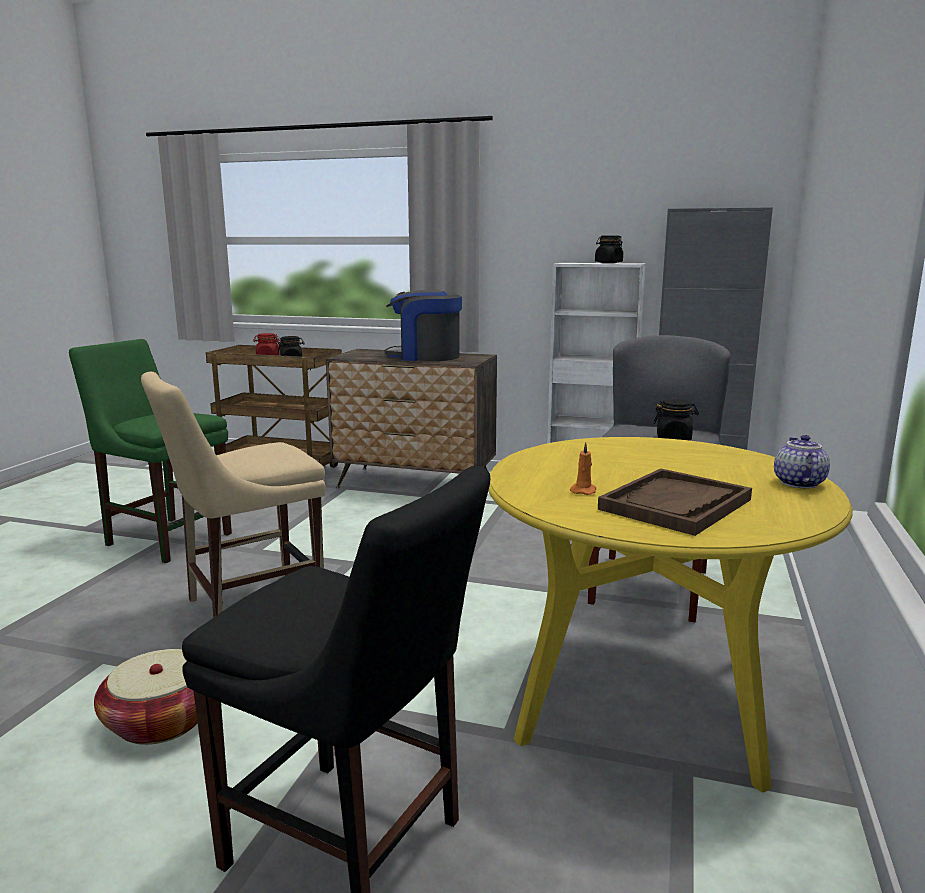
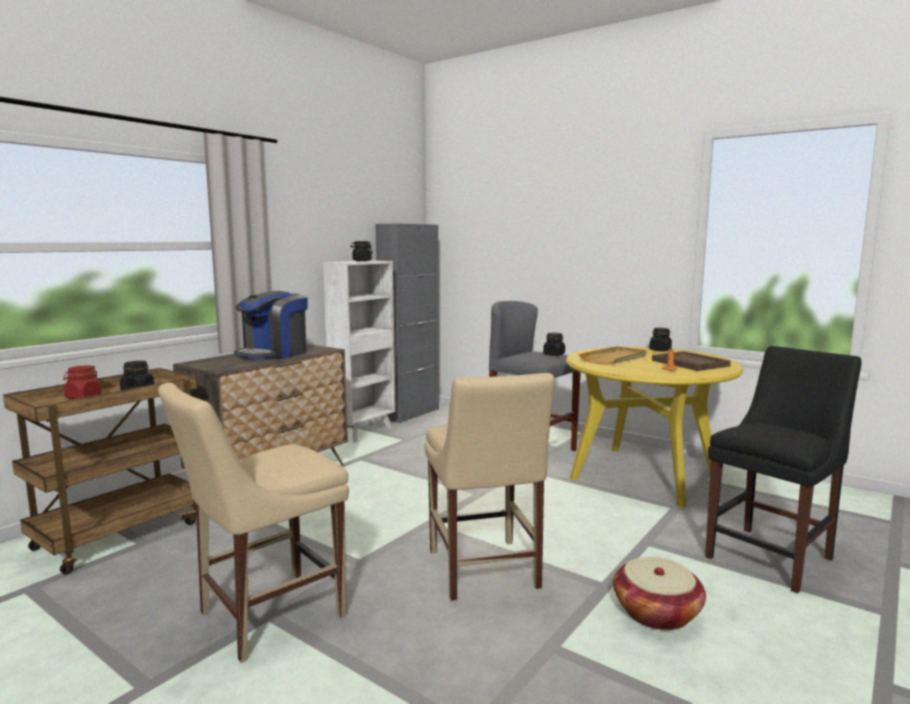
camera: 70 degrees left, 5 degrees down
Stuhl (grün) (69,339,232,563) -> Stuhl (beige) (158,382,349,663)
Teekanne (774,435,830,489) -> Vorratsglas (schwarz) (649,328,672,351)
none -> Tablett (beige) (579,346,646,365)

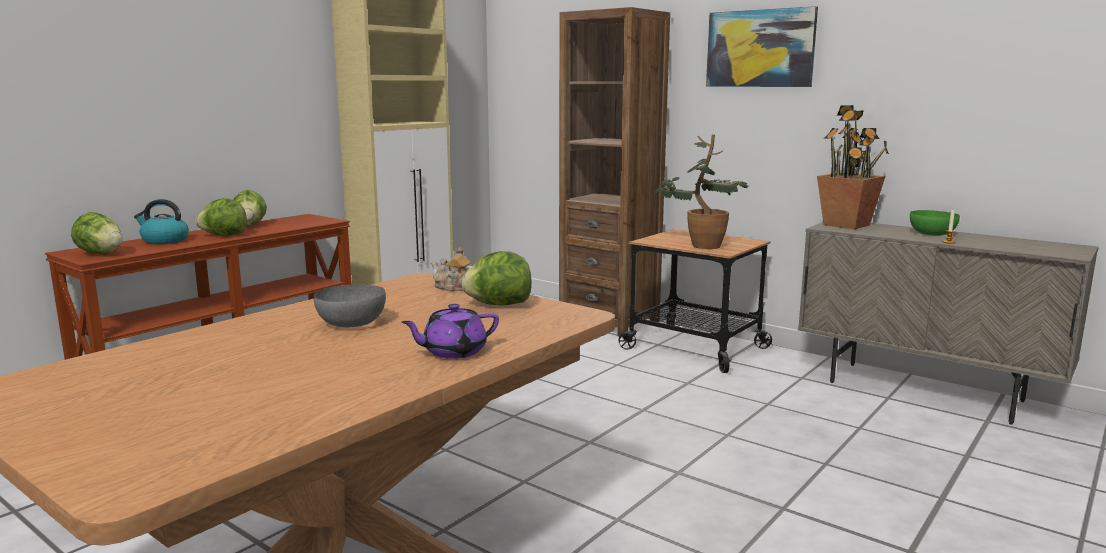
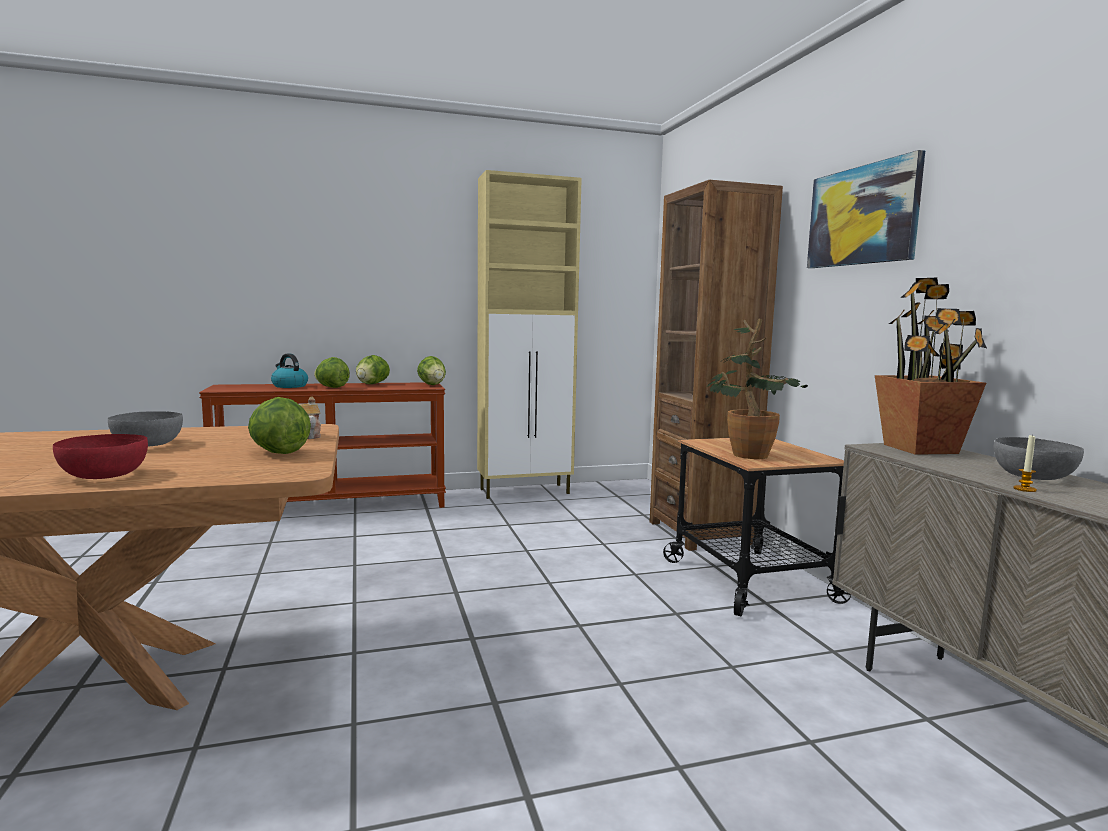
camera: 35 degrees right, 5 degrees down
Salatkopf (71,212,123,255) -> Salatkopf (417,356,446,385), move
Teekanne (lila) (401,304,499,359) -> Schüssel (rot) (53,434,148,479)
Schüssel (grün) (910,210,960,236) -> Schüssel (grau) (994,437,1084,480)

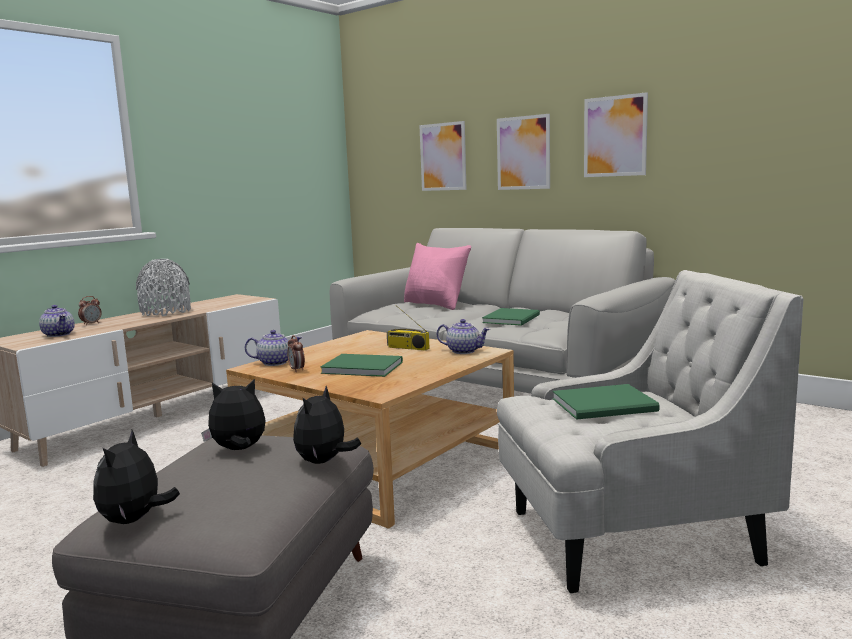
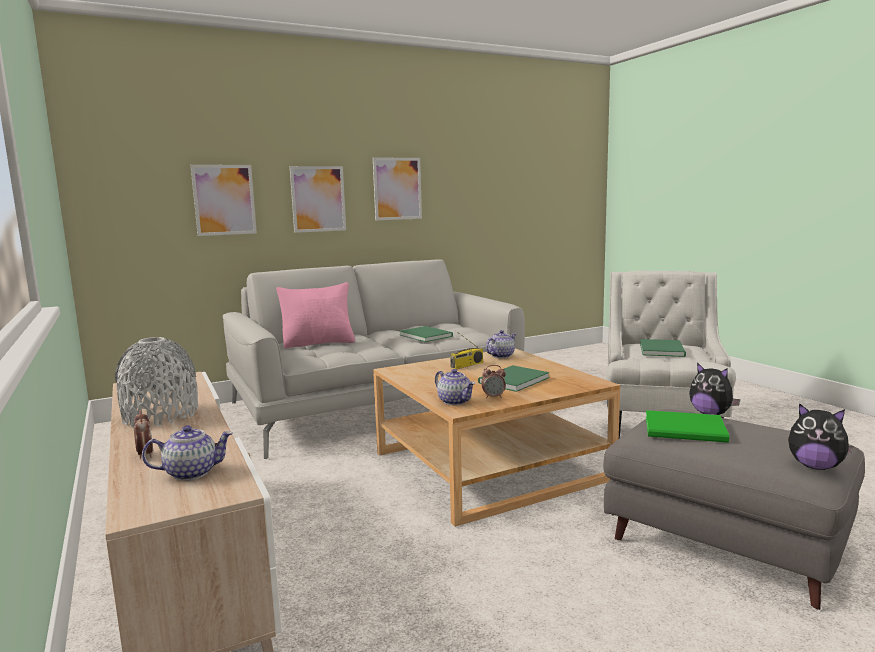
camera: 65 degrees left, 0 degrees up
Plüschtier (201,379,266,450) -> Buch (grün) (646,410,729,443)
Teekanne (245,330,303,366) -> Teekanne (435,369,475,405), 120 degrees clockwise

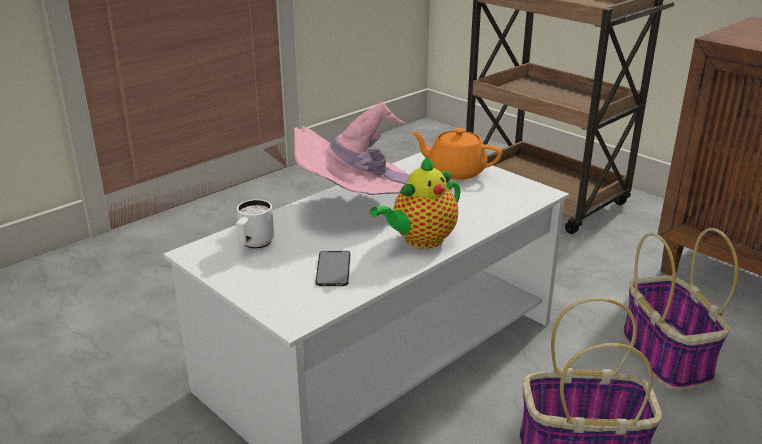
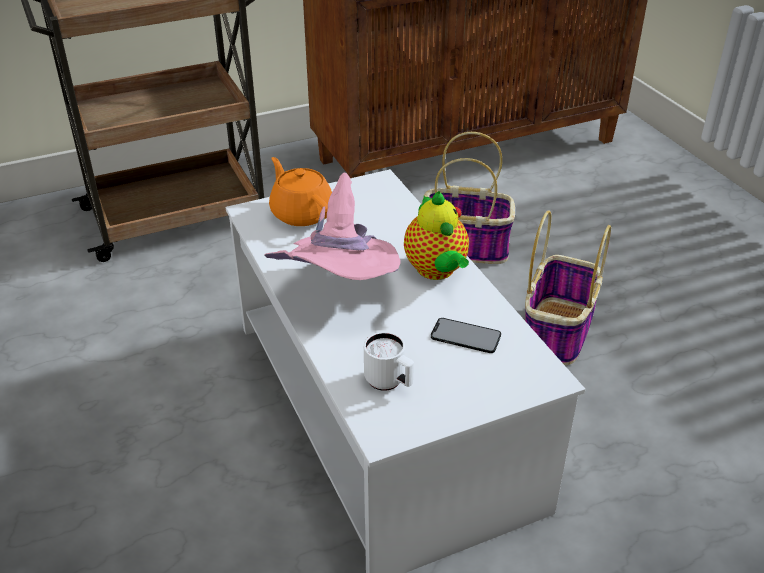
camera: 70 degrees left, 10 degrees up
Teekanne (orange) (411,128,502,180) -> Teekanne (orange) (269,157,332,226), 105 degrees clockwise

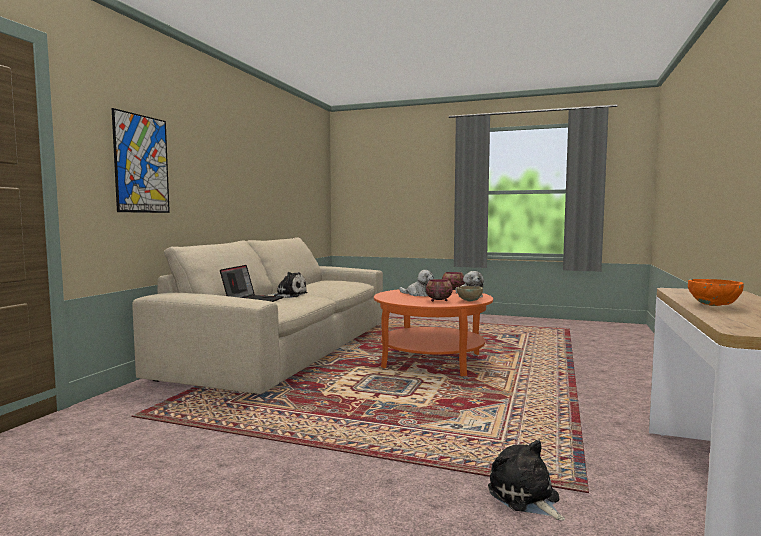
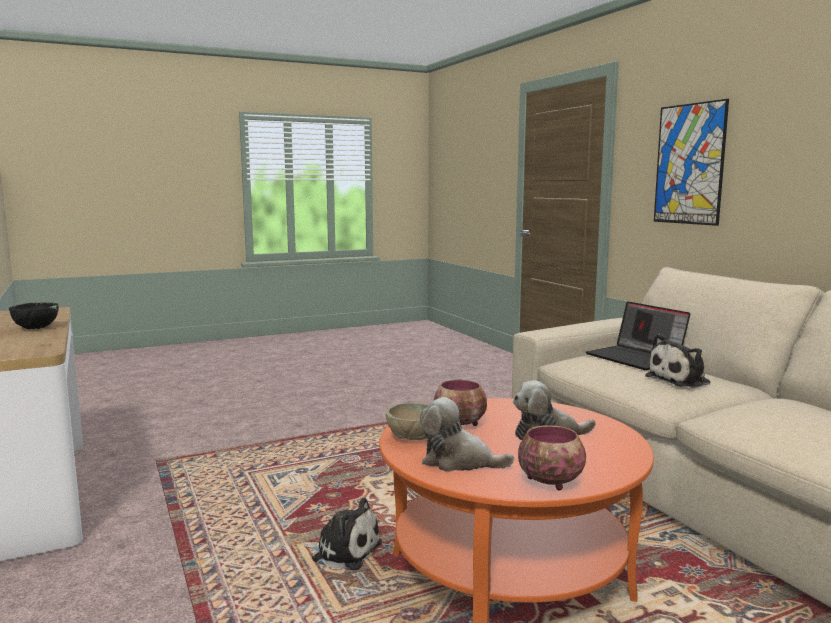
camera: 135 degrees right, 5 degrees up
Plüschtier (488,440,565,520) -> Plüschtier (301,498,382,570), move
Schüssel (orange) (688,279,744,306) -> Schüssel (schwarz) (9,303,59,329)

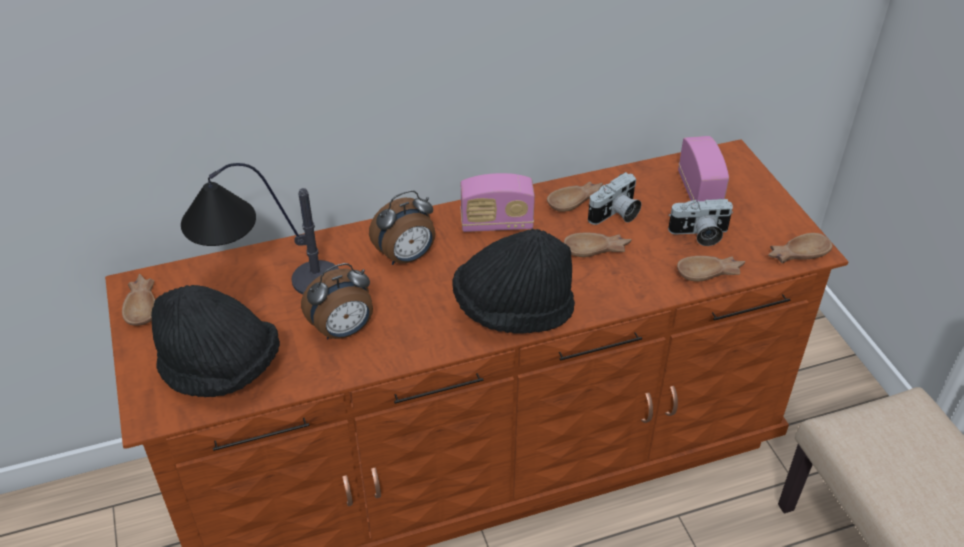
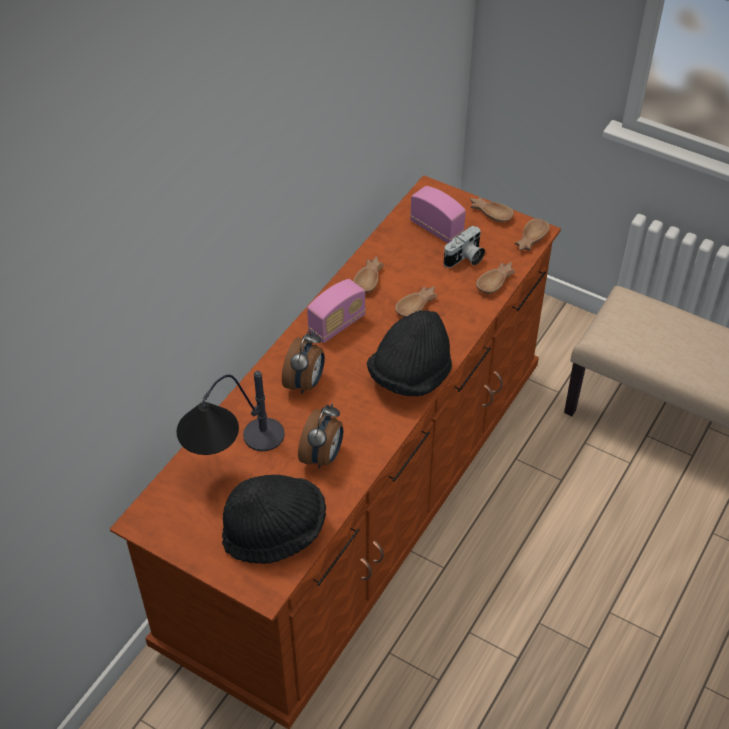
camera: 40 degrees left, 5 degrees up
Schüssel (braun) (122,274,155,326) -> Schüssel (braun) (470,197,514,222), move
Kamera (588,172,641,225) -> none

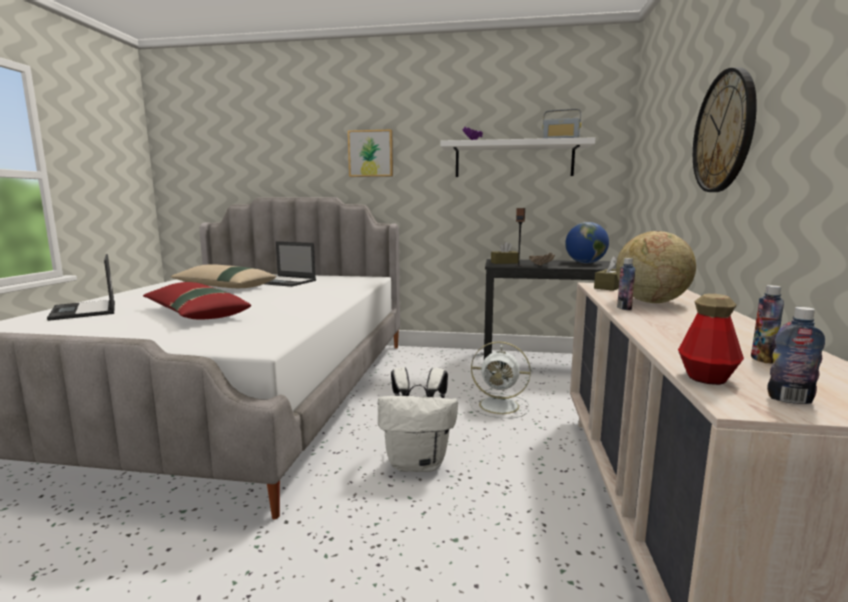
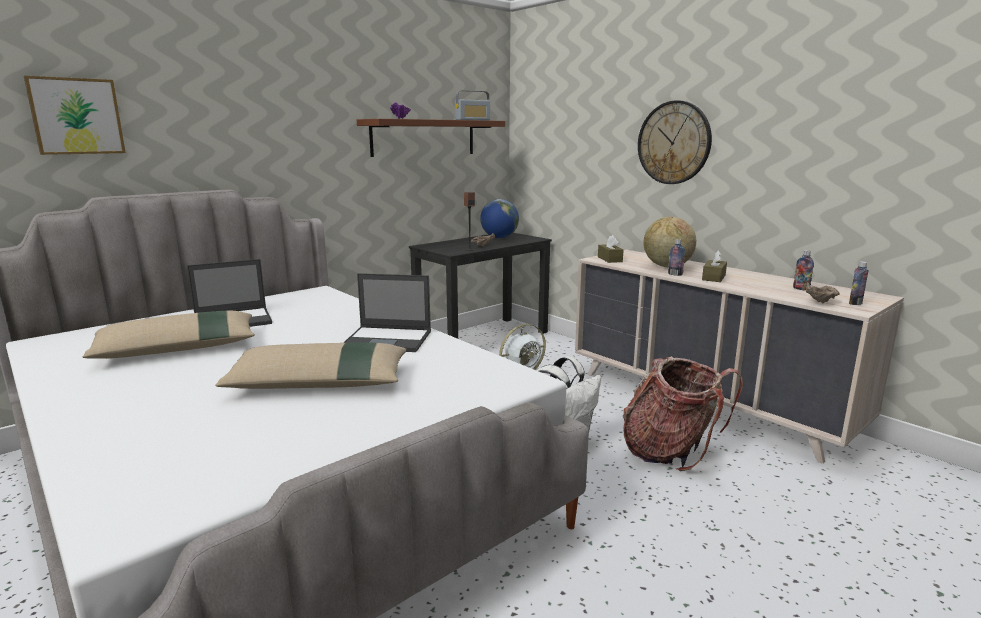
camera: 50 degrees left, 5 degrees up
Laptop (47,254,115,321) -> Laptop (343,273,431,352), move
Kissen (rot) (143,282,251,320) -> Kissen (beige) (215,343,406,389)
Bild (348,130,393,177) -> Bild (24,76,126,155), move
Wandregal (weiß) (441,137,595,177) -> Wandregal (braun) (357,119,505,157)
Taschentuchbox (braun) (491,242,519,264) -> Taschentuchbox (braun) (702,250,727,282), move
Flasche (678,294,744,385) -> Schüssel (beige) (804,282,840,303)
none -> Rucksack (623,356,743,471)

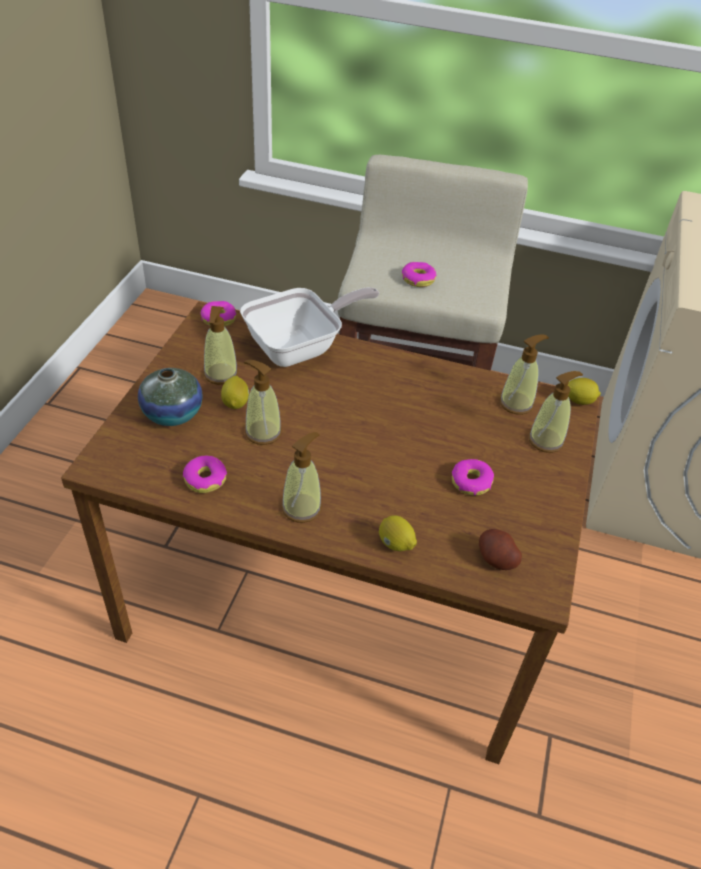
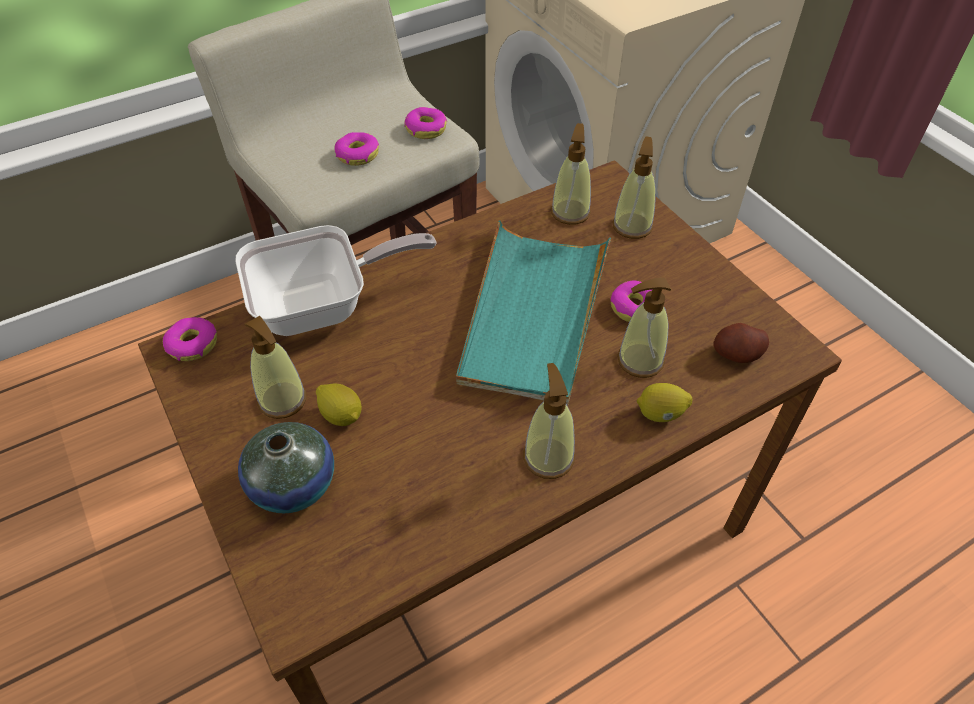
camera: 45 degrees left, 5 degrees up
Donut (183,455,227,493) -> Donut (404,107,447,139), move
Pfanne (240,287,379,367) -> Pfanne (235,225,437,336), 60 degrees clockwise
Seifenspender (244,360,282,445) -> Seifenspender (617,278,671,378), move
Zitrone (568,378,601,405) -> none
none -> Tablett (türkis) (456,220,611,405)

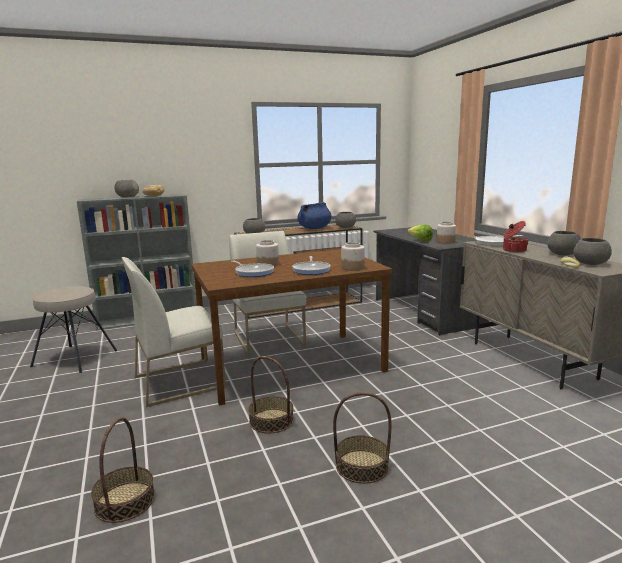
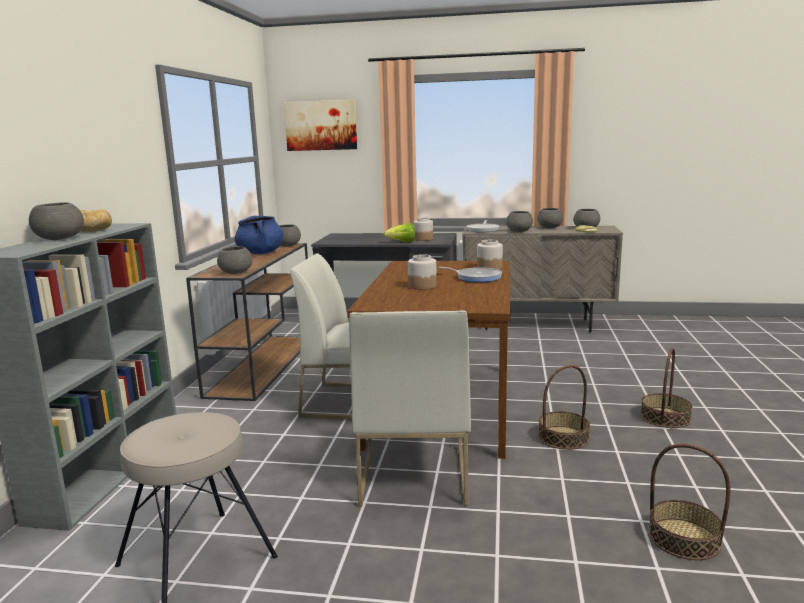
camera: 60 degrees left, 0 degrees up
Pfanne (231,261,274,277) -> none
Kochtopf (503,221,529,253) -> Schüssel (grau) (506,211,533,232)
none -> Bild (284,100,357,151)

